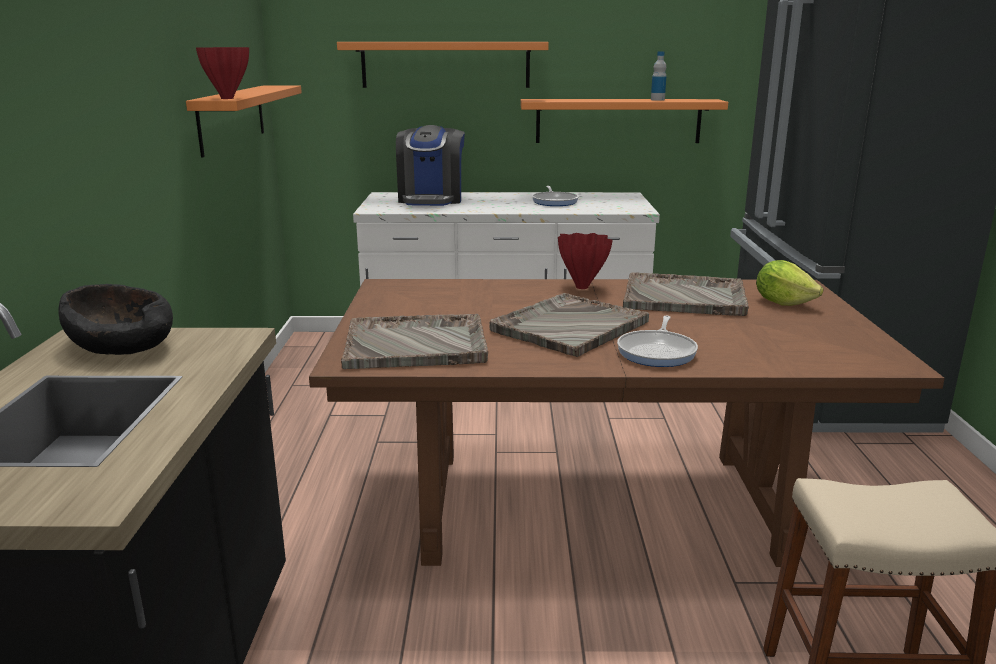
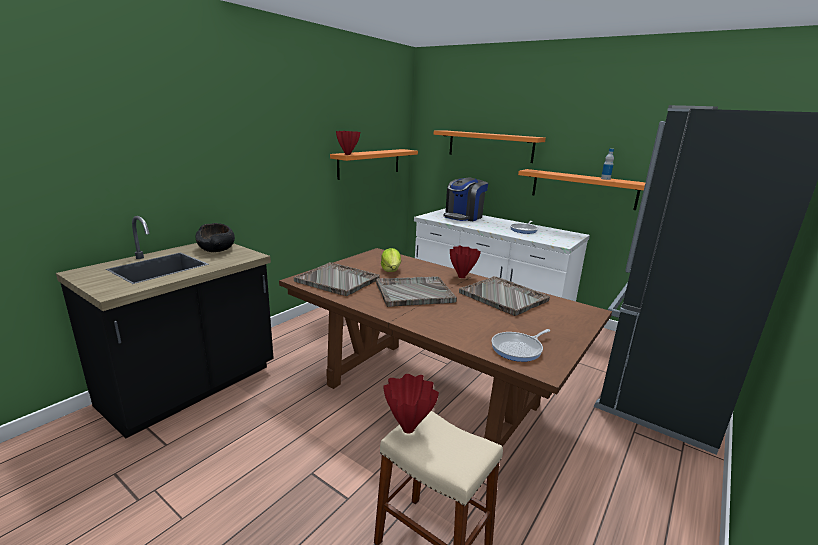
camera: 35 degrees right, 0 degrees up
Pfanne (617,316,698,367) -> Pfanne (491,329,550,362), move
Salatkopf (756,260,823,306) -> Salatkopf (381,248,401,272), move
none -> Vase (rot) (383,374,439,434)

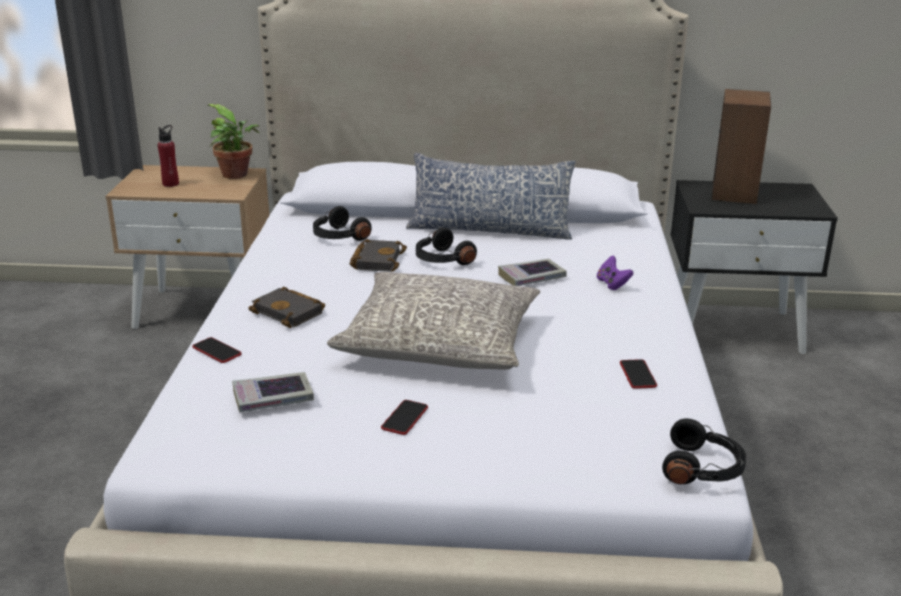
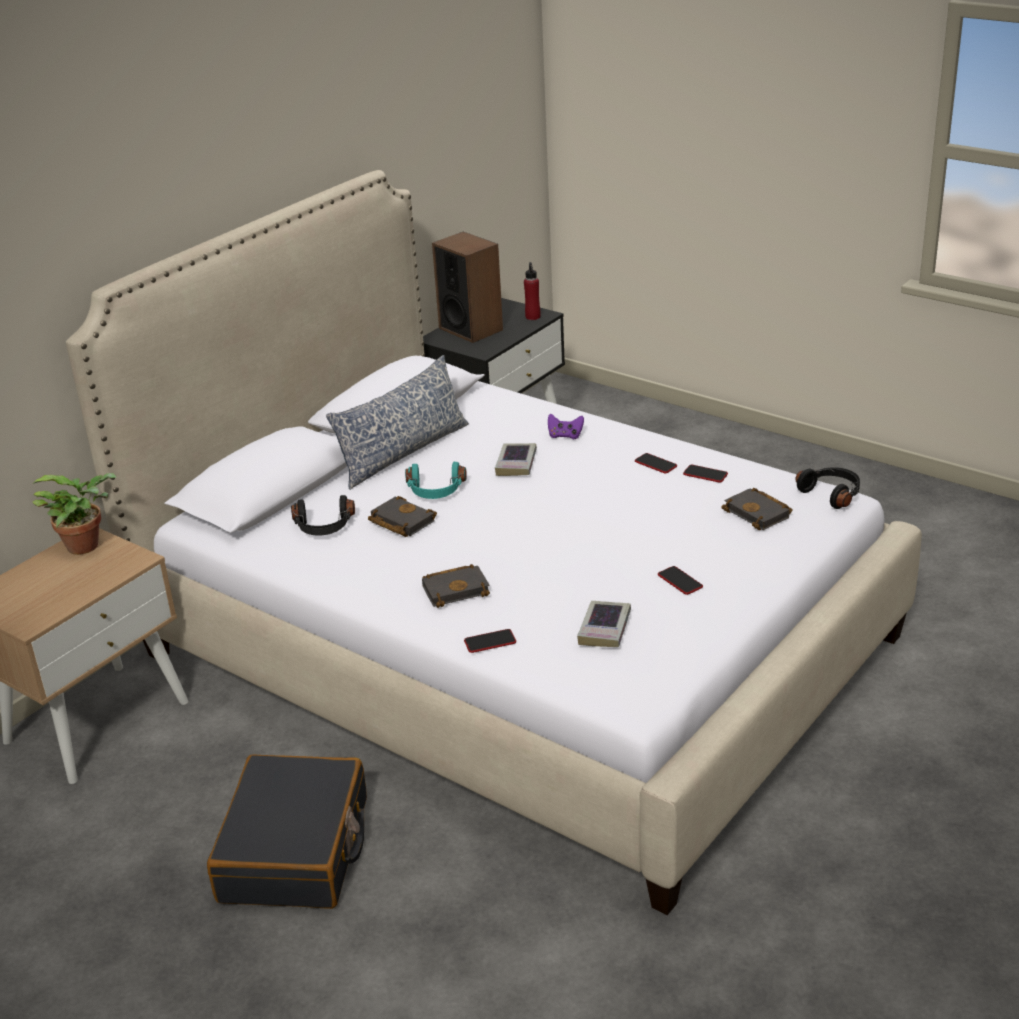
camera: 55 degrees left, 5 degrees up
Flasche (rot) (158,125,179,187) -> Flasche (rot) (524,262,540,320), move
Kissen (grau) (327,272,540,370) -> none
Kopfhörer (schwarz) (416,227,477,265) -> Kopfhörer (türkis) (405,462,467,499)
none -> Koffer (schwarz) (207,754,367,909)
none -> Handy (635,453,677,474)
none -> Buch (schwarz) (721,488,792,530)

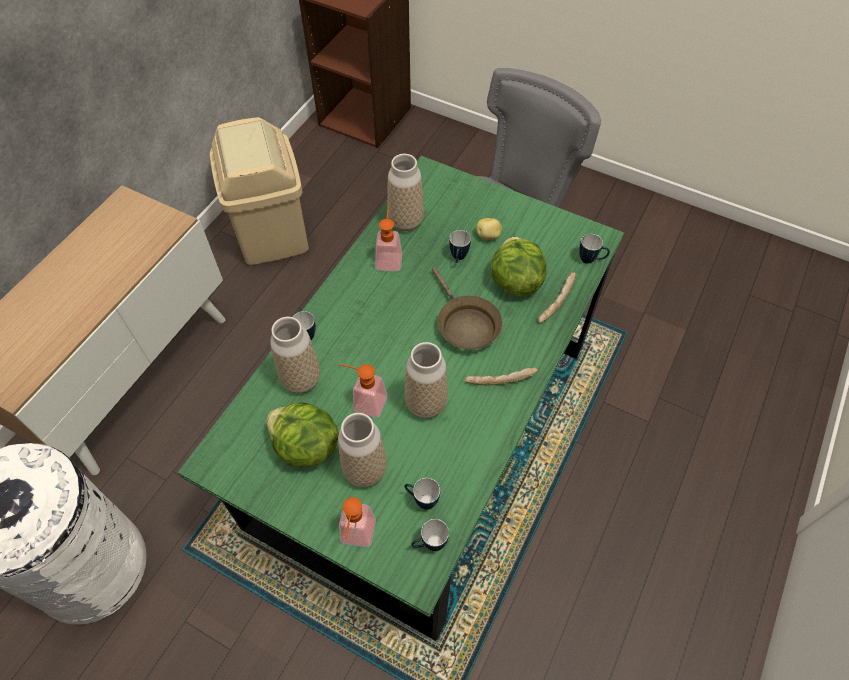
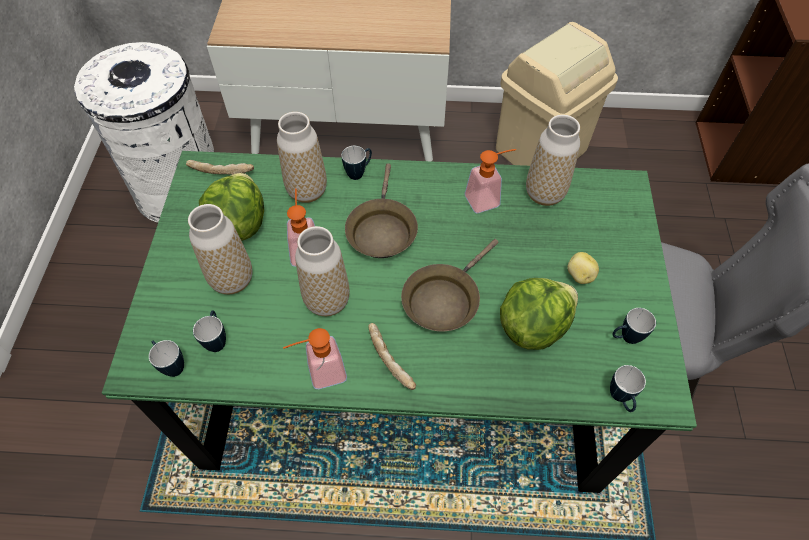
camera: 65 degrees right, 0 degrees up
Seifenspender (339,497,376,547) -> Seifenspender (283,328,347,389), move
Henkelbecher (449,230,471,263) -> Henkelbecher (612,308,656,344), move
Brot (538,272,576,323) -> Brot (186,160,254,175), move
none -> Pfanne (braun) (345,163,418,258)

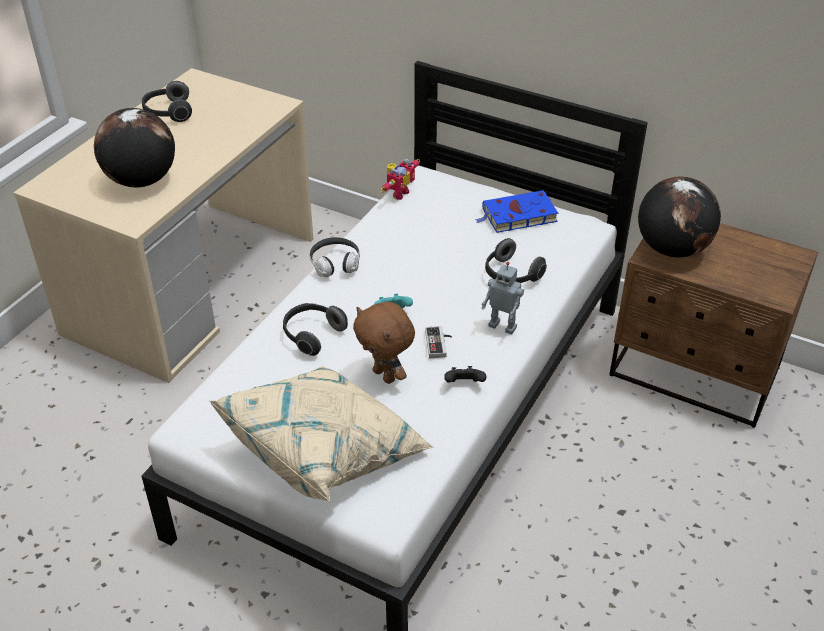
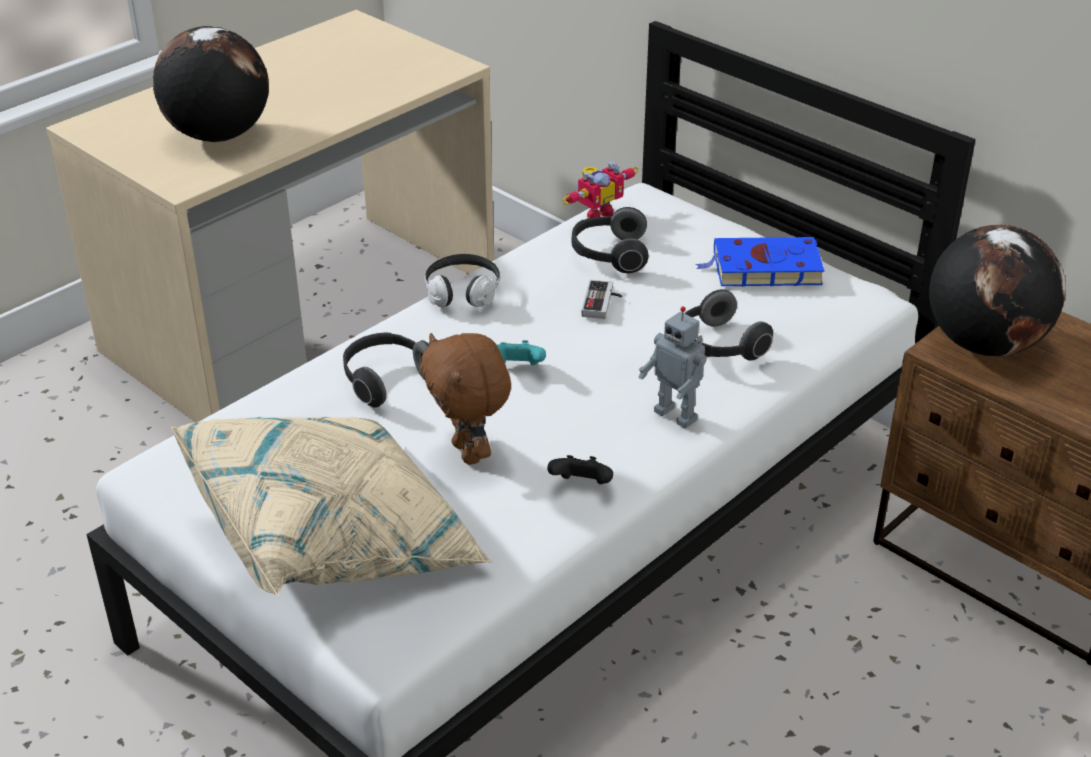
camera: 15 degrees right, 5 degrees down
Kopfhörer (142,81,192,122) -> Kopfhörer (571,207,649,273), move
Gamepad (425,326,452,358) -> Gamepad (581,280,622,319), move

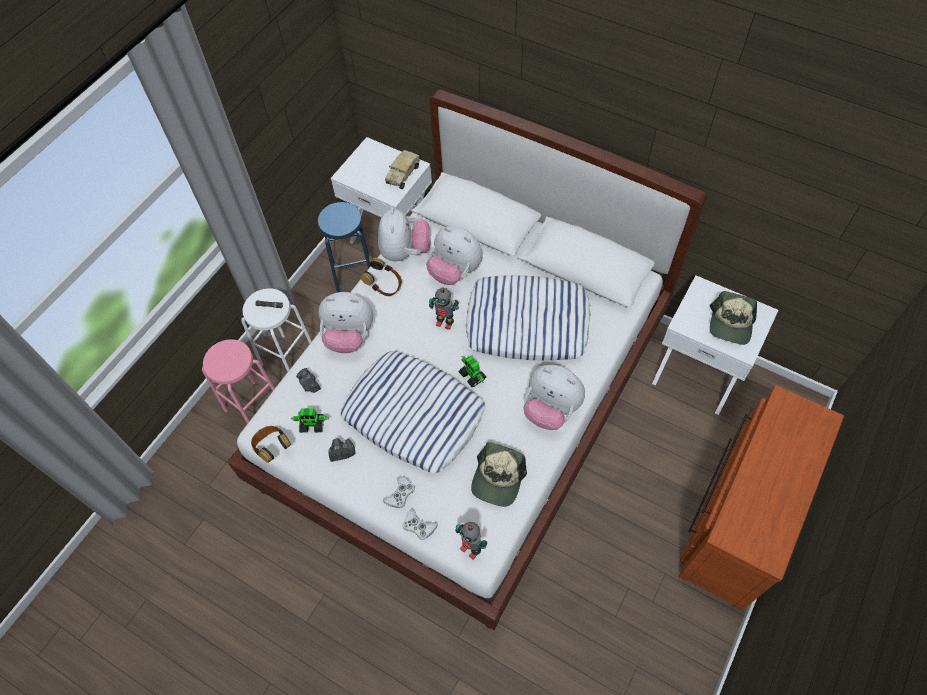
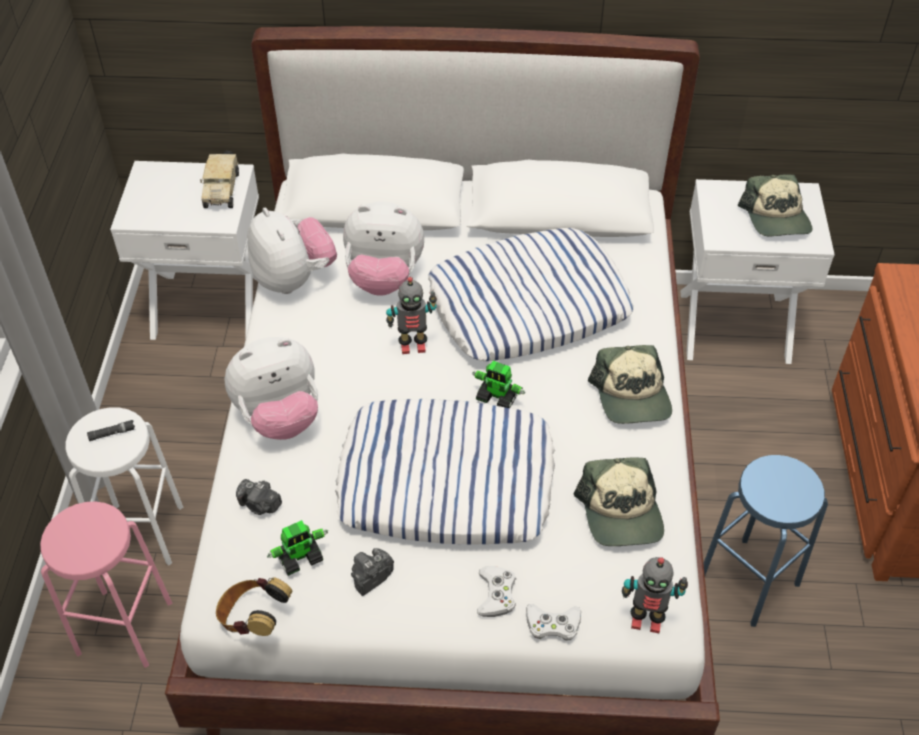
camera: 30 degrees left, 10 degrees down
Hocker (blau) (318,202,370,292) -> Hocker (blau) (703,455,828,627), move
Kopfhörer (361,258,402,296) -> none
Plüschtier (523,365,585,430) -> Kappe (588,345,672,424)

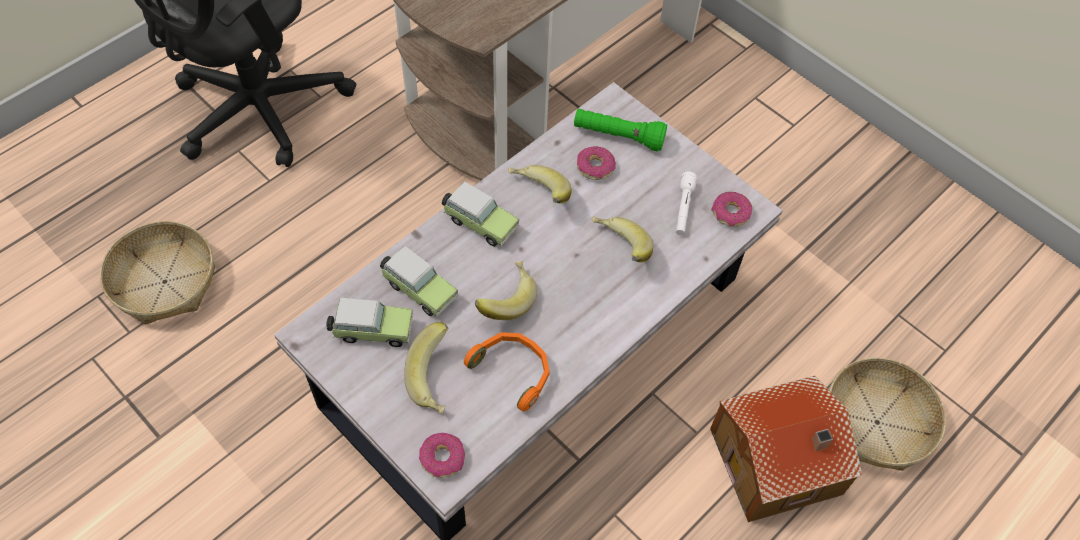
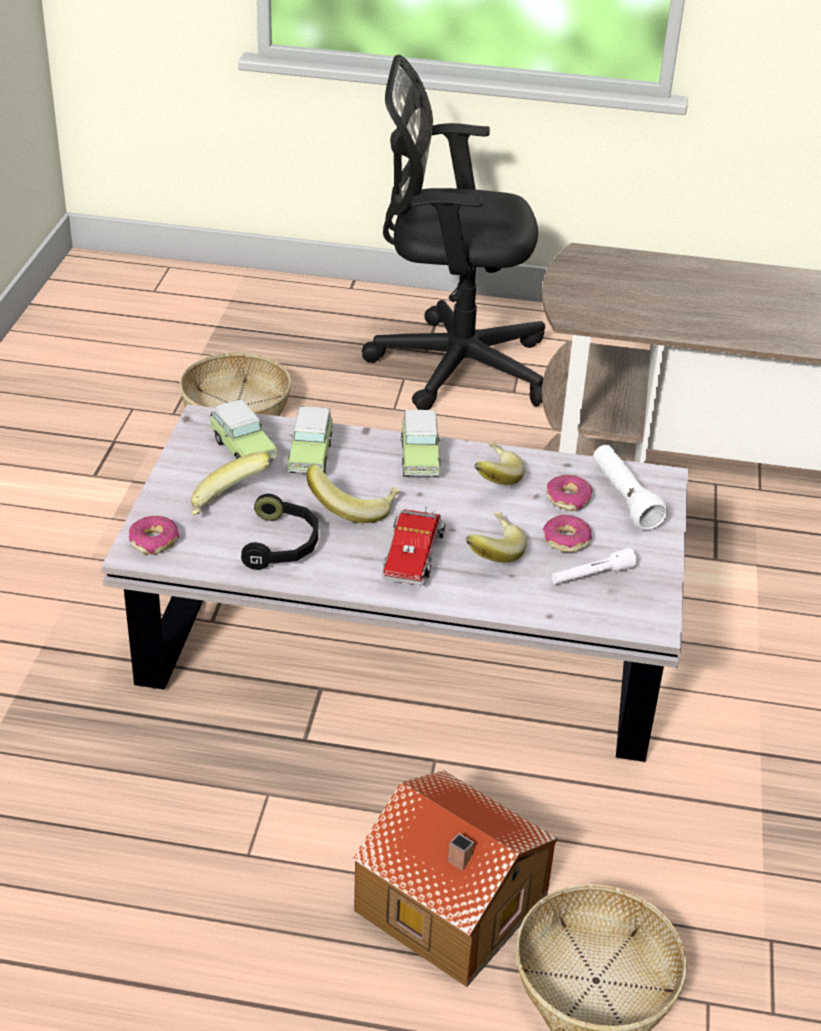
camera: 55 degrees right, 20 degrees down
Kopfhörer (orange) (464,332,550,412) -> Kopfhörer (schwarz) (241,494,318,570)
Taschenlampe (grün) (574,109,667,151) -> Taschenlampe (weiß) (593,445,668,530)
Donut (711,192,752,227) -> Donut (543,515,592,552), move
none -> Spielzeuglaster (381,506,445,585)

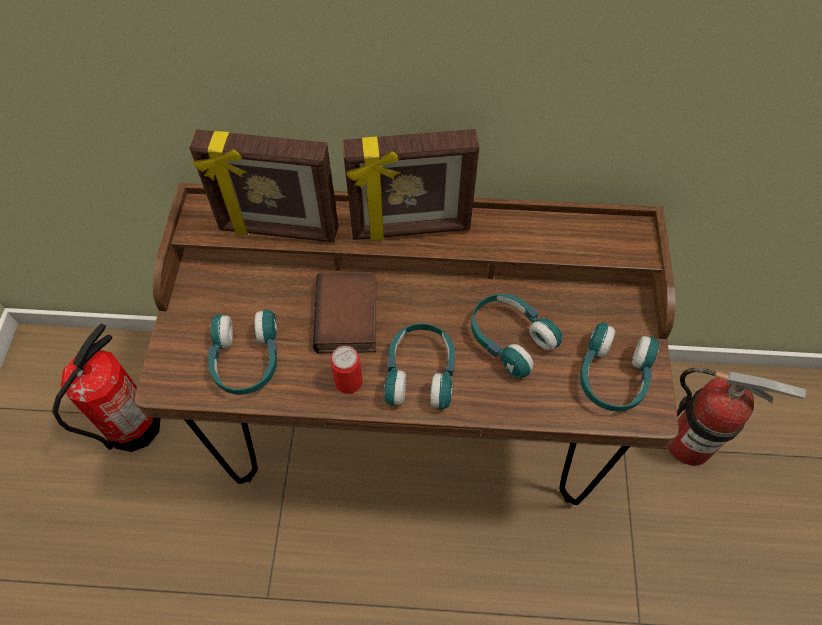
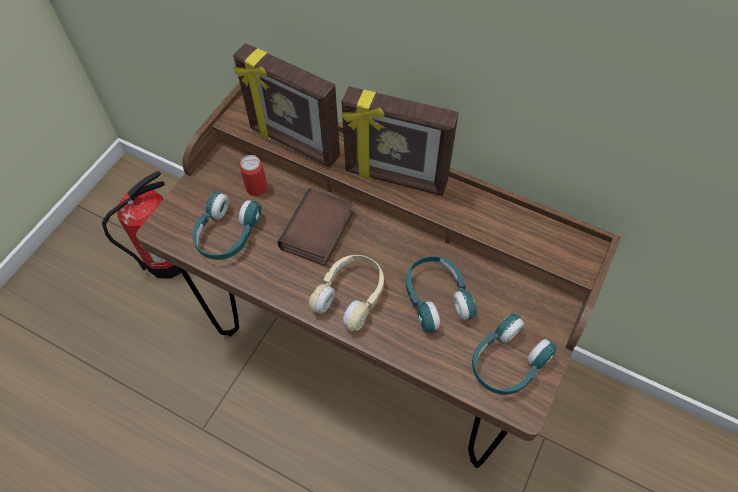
camera: 25 degrees right, 0 degrees up
Dose (331,346,363,394) -> Dose (240,155,267,196), move
Kopfhörer (türkis) (384,323,455,410) -> Kopfhörer (beige) (309,255,384,331)
Feuerlöscher (667,367,806,466) -> none

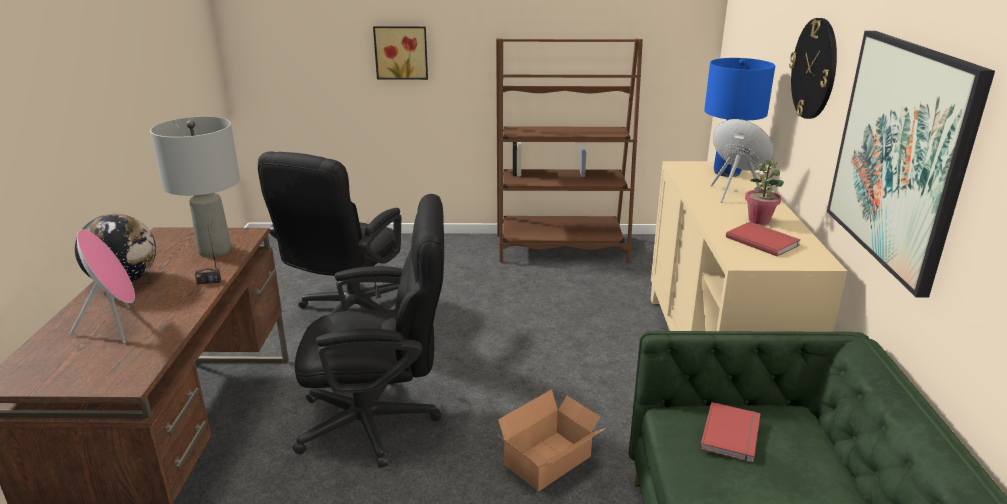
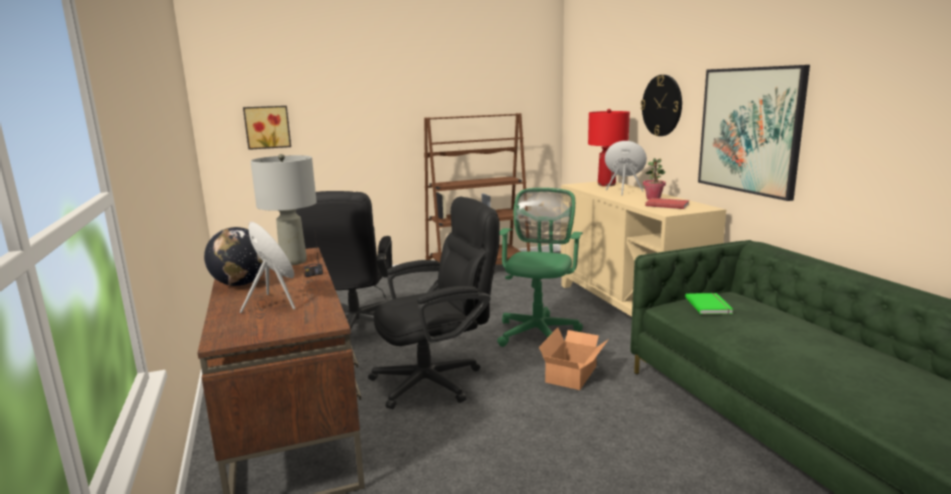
camera: 20 degrees left, 10 degrees down
Bild (373,26,428,80) -> Bild (243,106,291,150), move
Buch (rot) (700,402,761,463) -> Buch (grün) (685,293,733,314)
Tischlampe (blau) (704,58,775,177) -> Tischlampe (rot) (588,109,630,186)
none -> Bürostuhl (grün) (497,188,583,347)

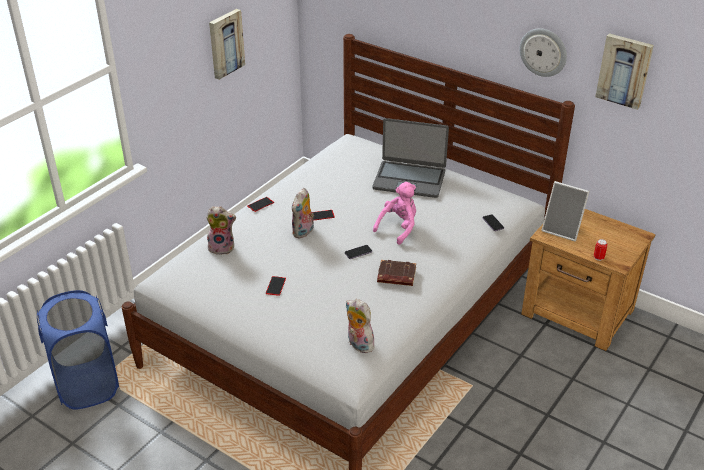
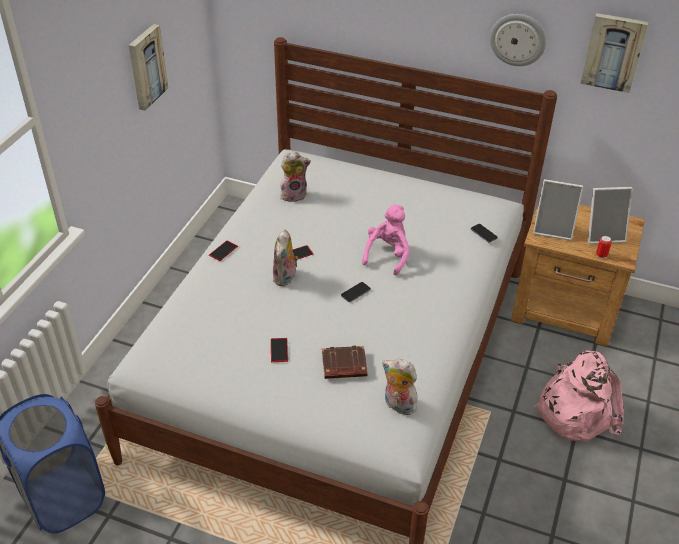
camera: 15 degrees left, 5 degrees up
Plüschtier (206,206,236,255) -> Plüschtier (280,152,311,202), move
Laptop (373,118,449,198) -> none
Buch (braun) (377,260,416,286) -> Buch (braun) (322,346,368,379), move
none -> Rucksack (rosa) (533,350,624,442)
none -> Bilderrahmen (588,187,633,244)

